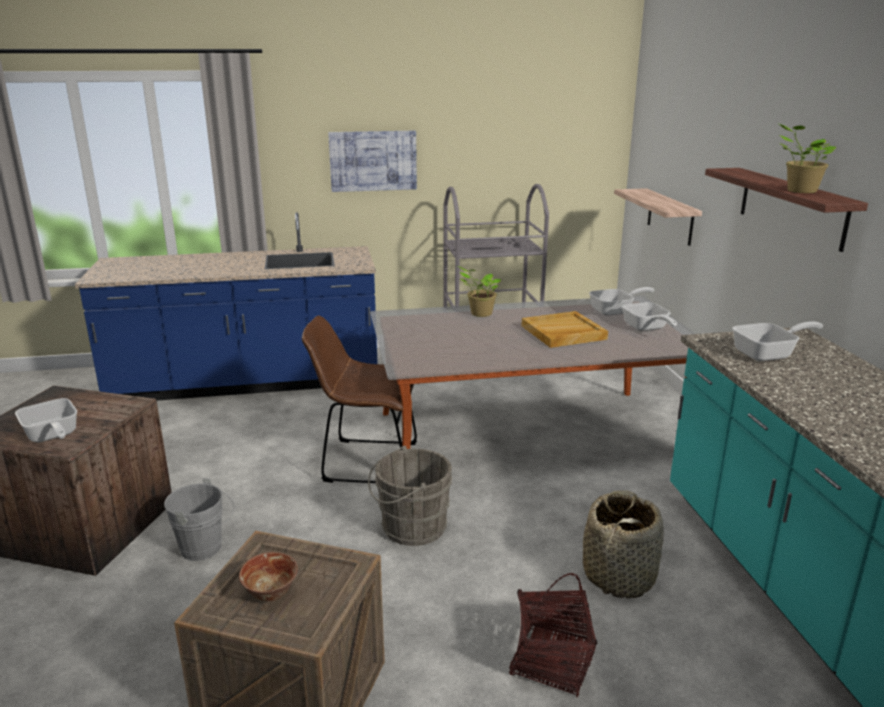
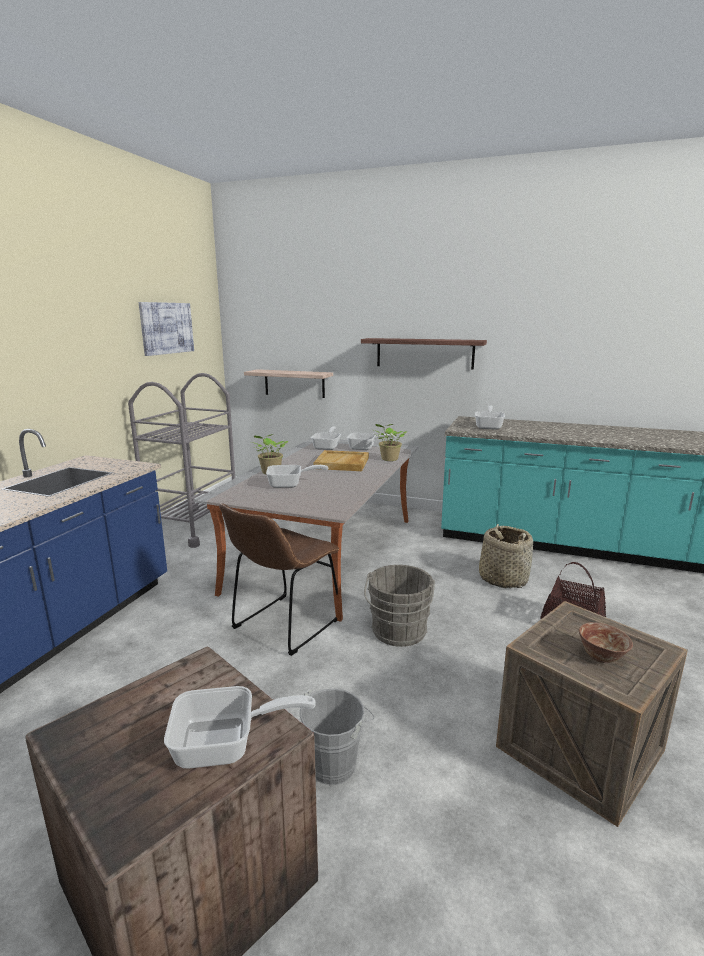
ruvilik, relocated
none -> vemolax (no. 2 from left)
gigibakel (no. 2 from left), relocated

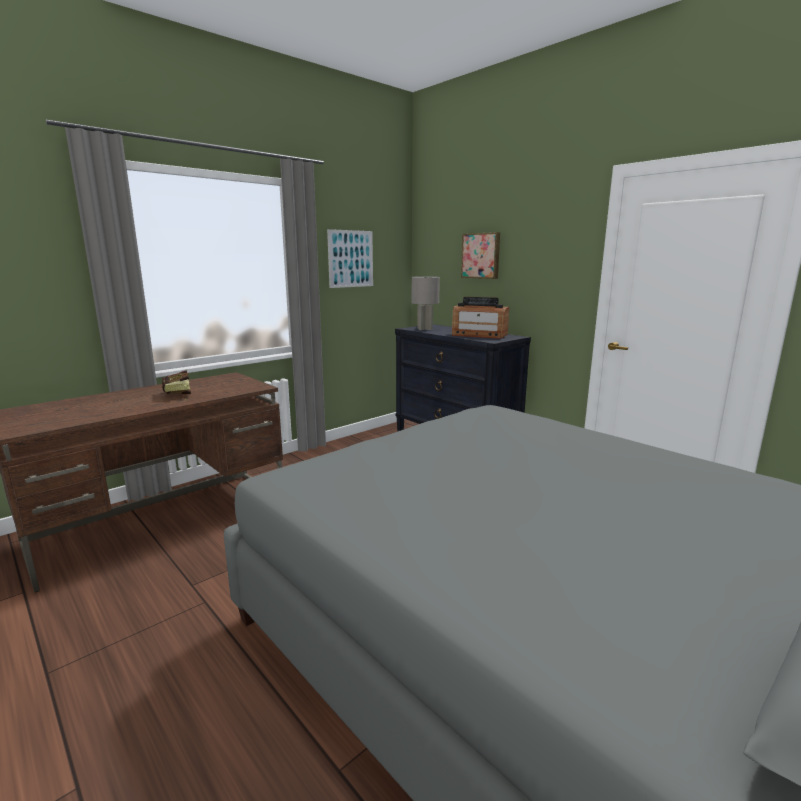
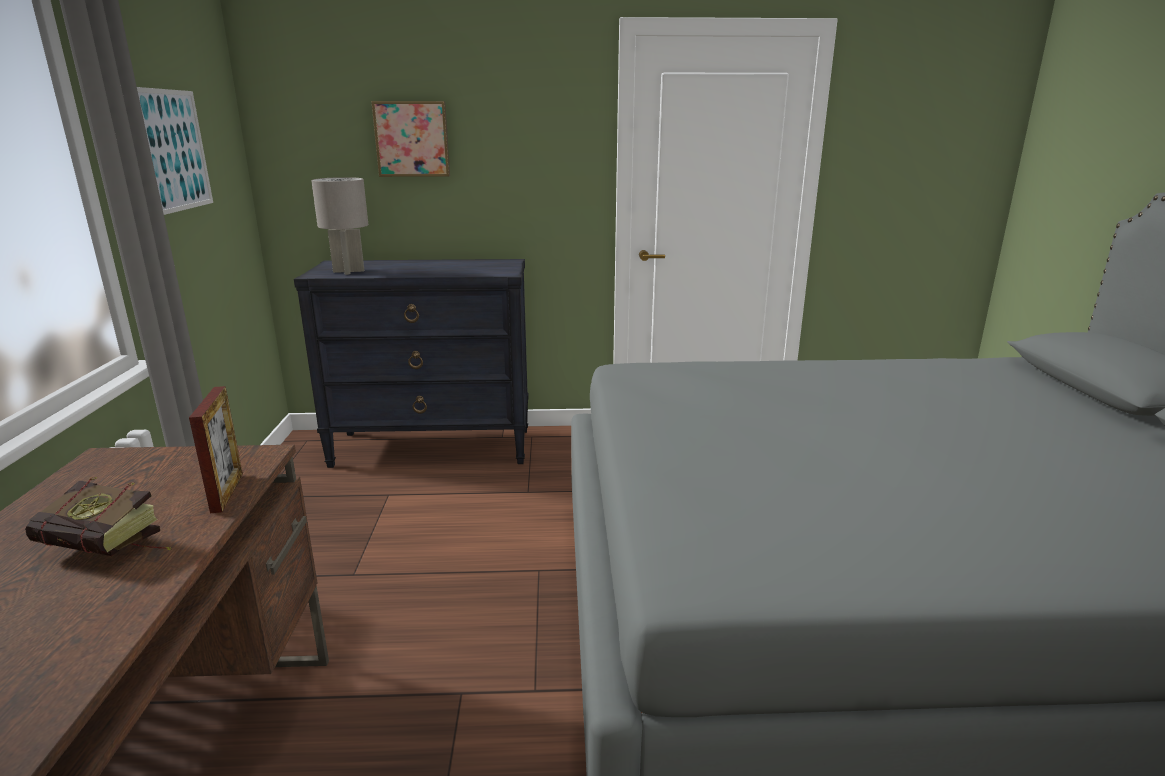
none -> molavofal
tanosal -> none

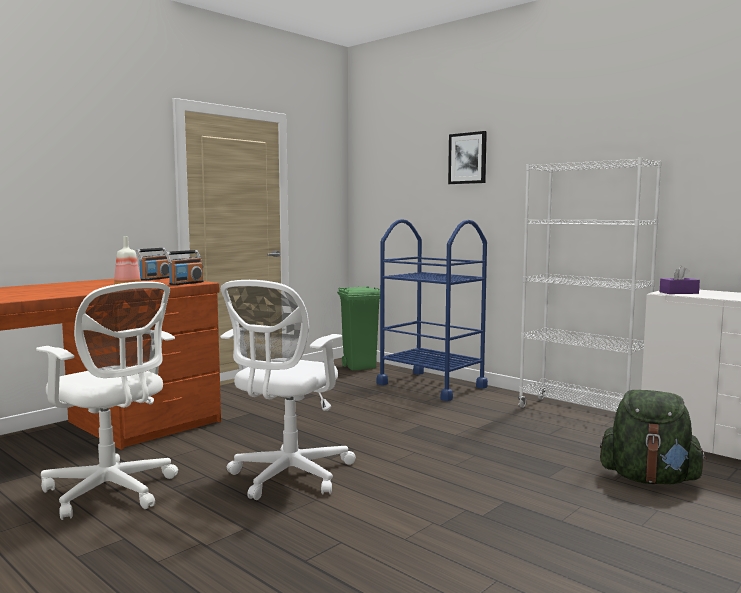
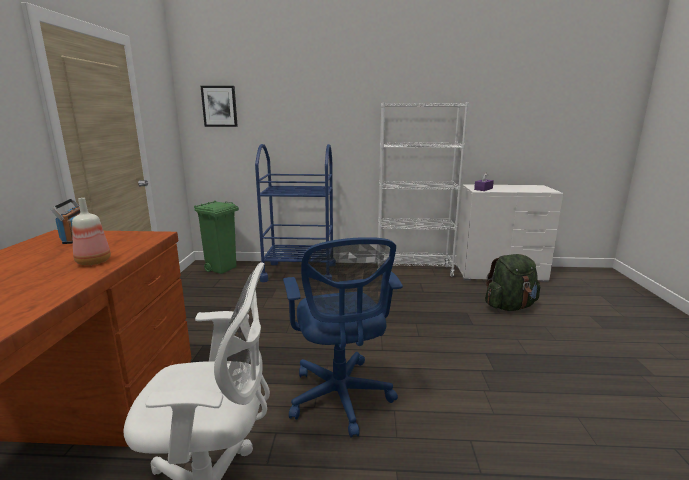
ruvilik, relocated
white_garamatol (no. 2 from left) -> blue_garamatol
tanosal (no. 2 from left) -> none

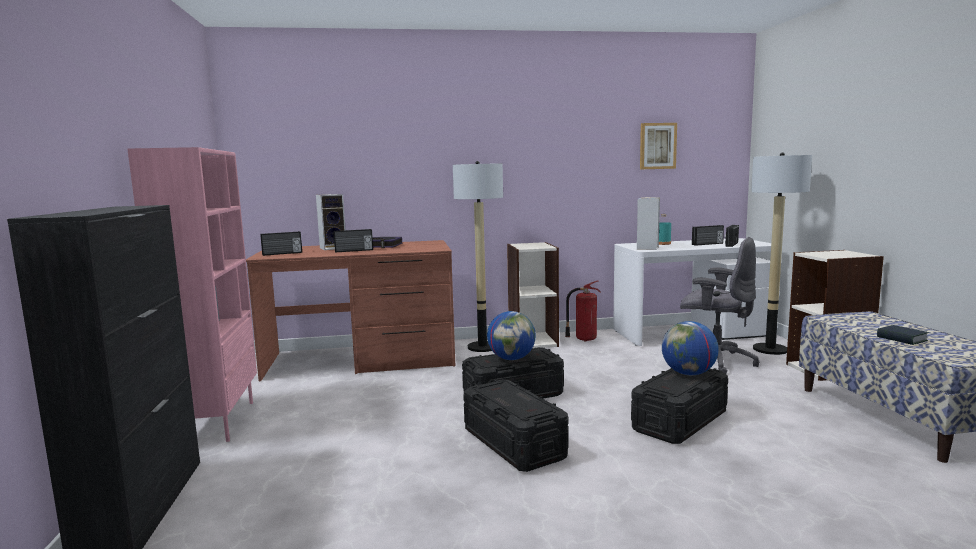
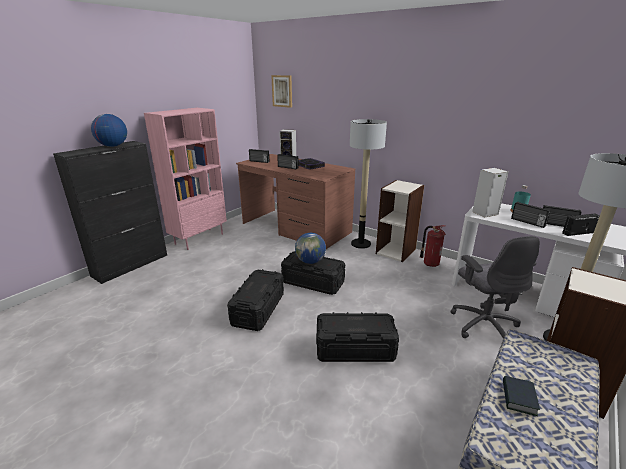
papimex (no. 2 from left in the first image) -> papimex (no. 1 from left), relocated
ruvilik, relocated
none -> tanosal (no. 3 from left)

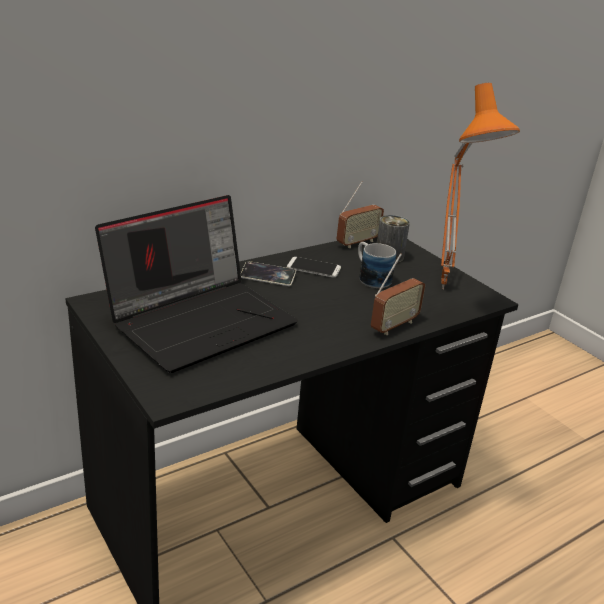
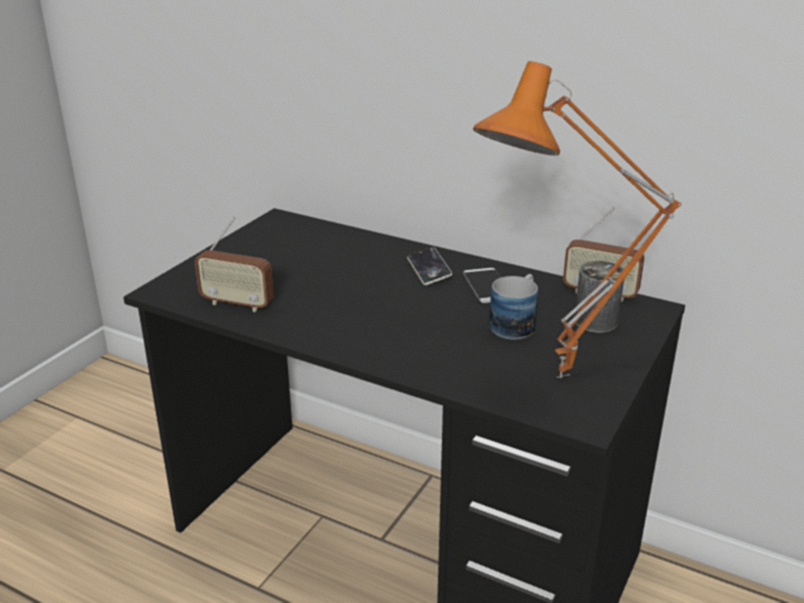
tanosal (no. 2 from left in the first image) -> tanosal (no. 1 from left), relocated
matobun -> none

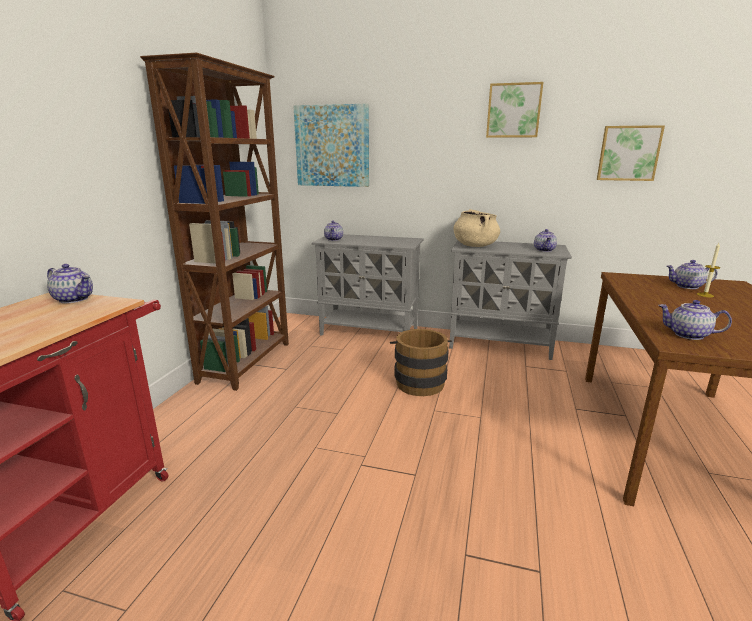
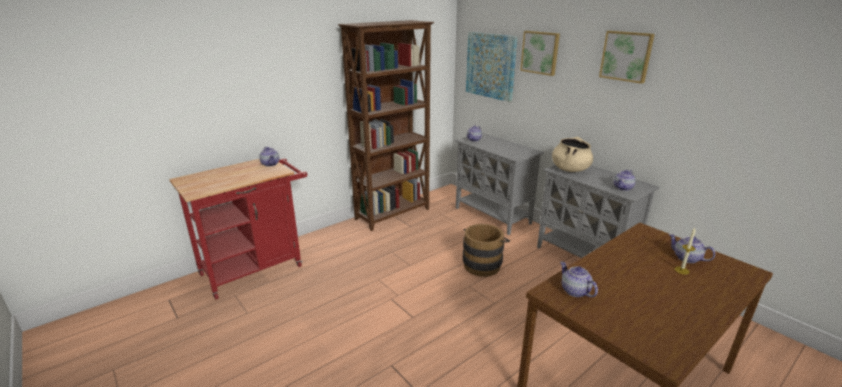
ruvilik (no. 3 from left in the first image) -> ruvilik (no. 2 from left), relocated

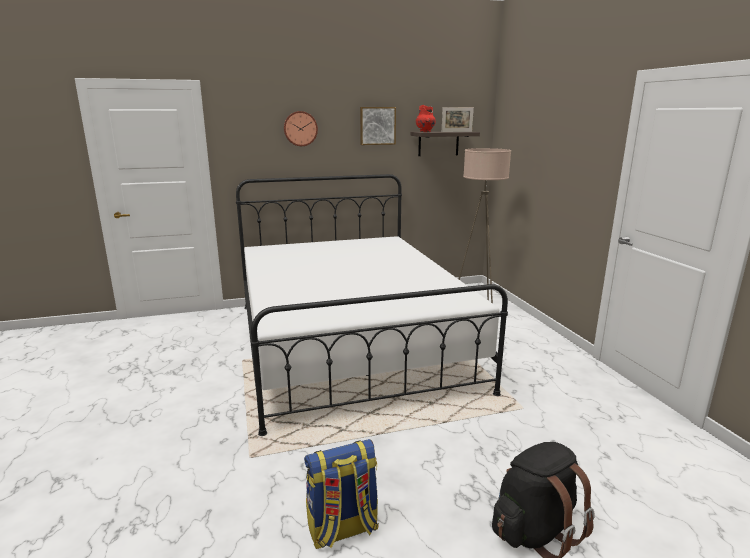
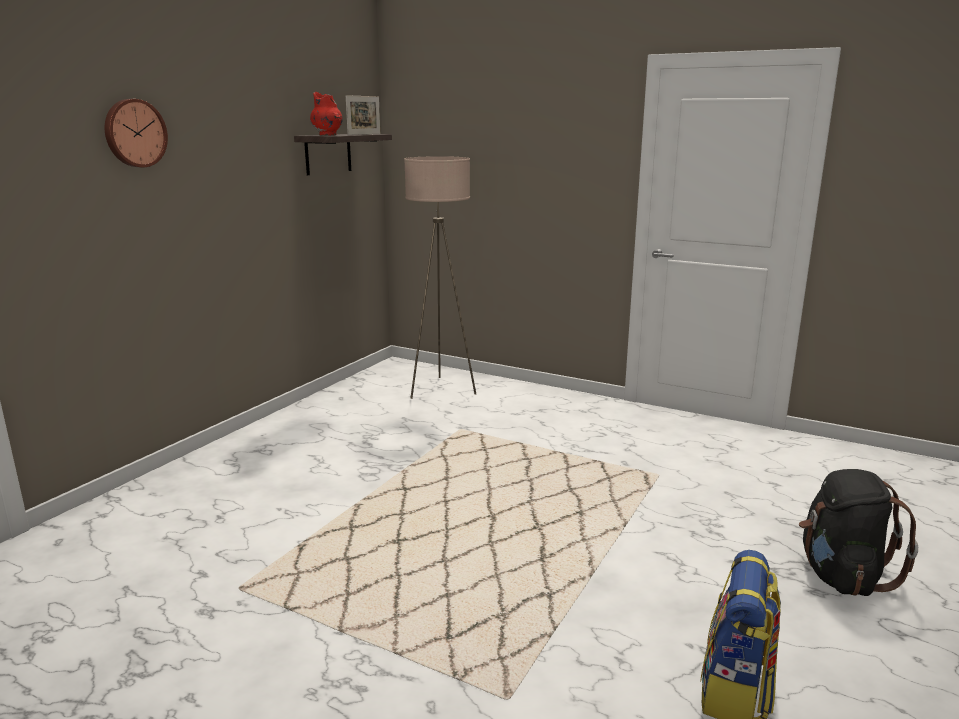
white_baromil -> none
ruvilik -> none

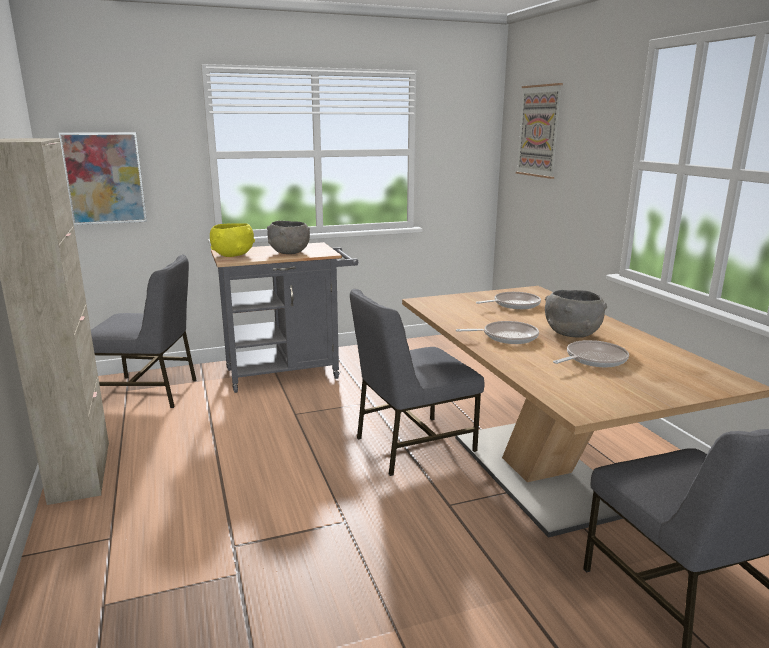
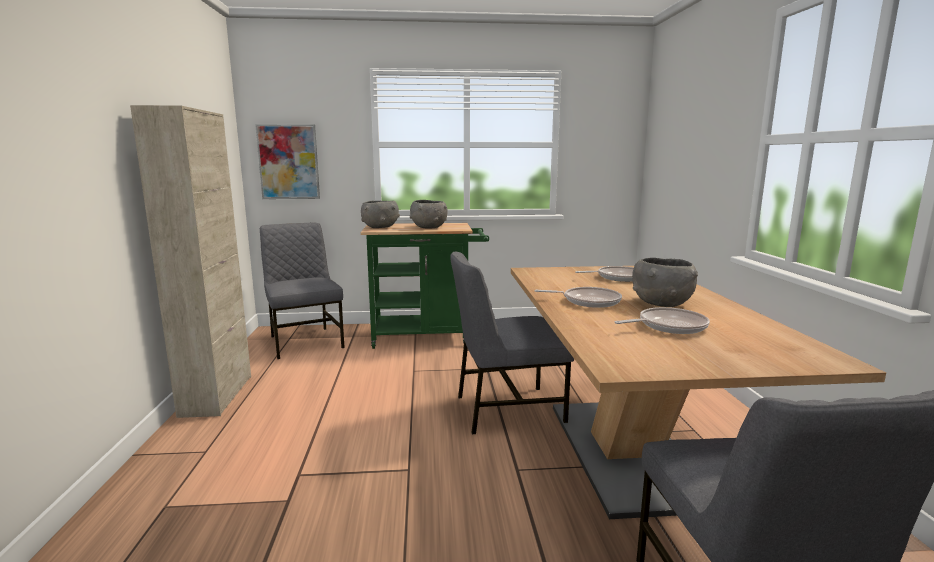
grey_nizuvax (no. 1 from left), 135 degrees counterclockwise
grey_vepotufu -> green_vepotufu
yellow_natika -> grey_natika (no. 1 from left)
ruvilik (no. 2 from left) -> none

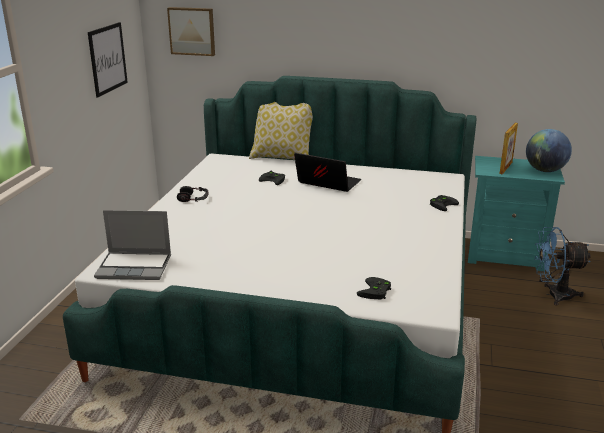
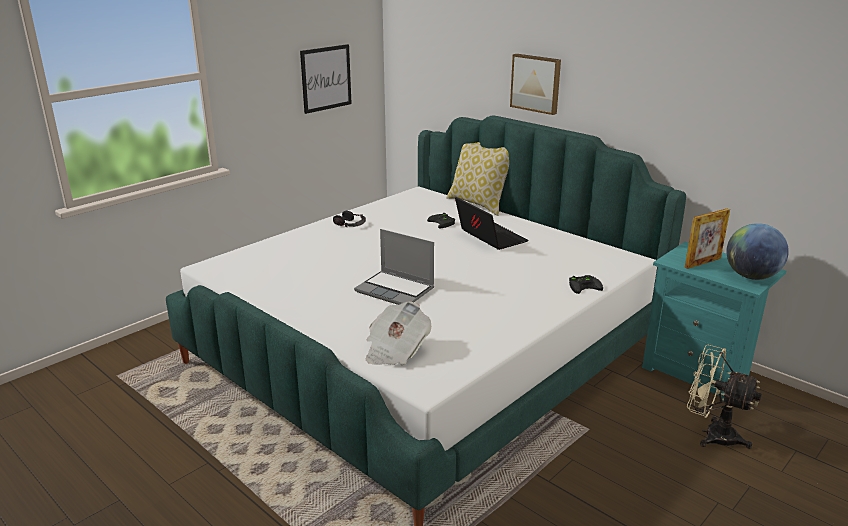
matobun (no. 1 from left), relocated
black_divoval (no. 2 from left) -> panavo
ruvilik (no. 2 from left), relocated
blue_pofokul -> beige_pofokul

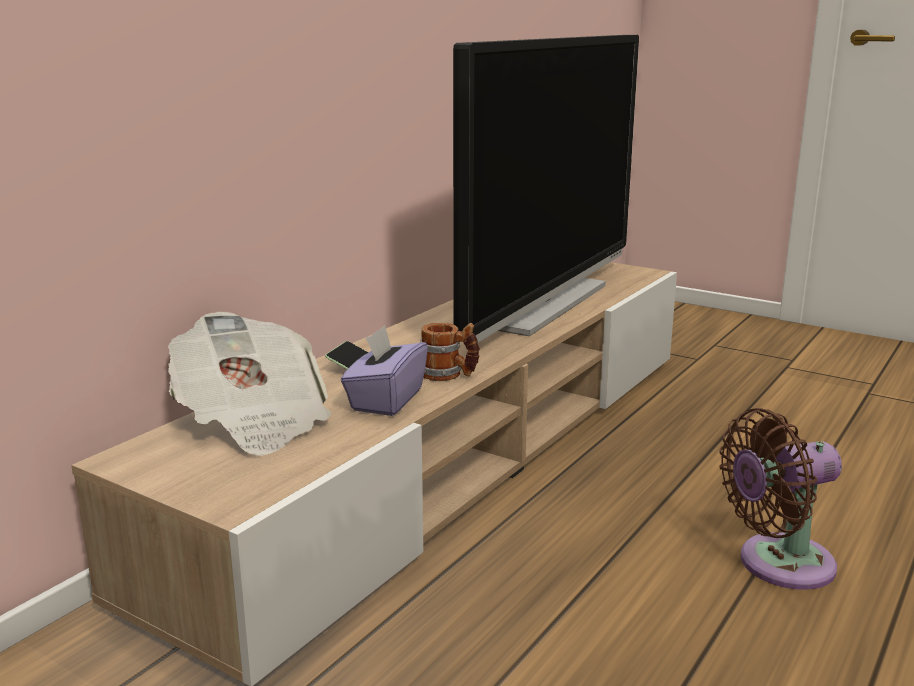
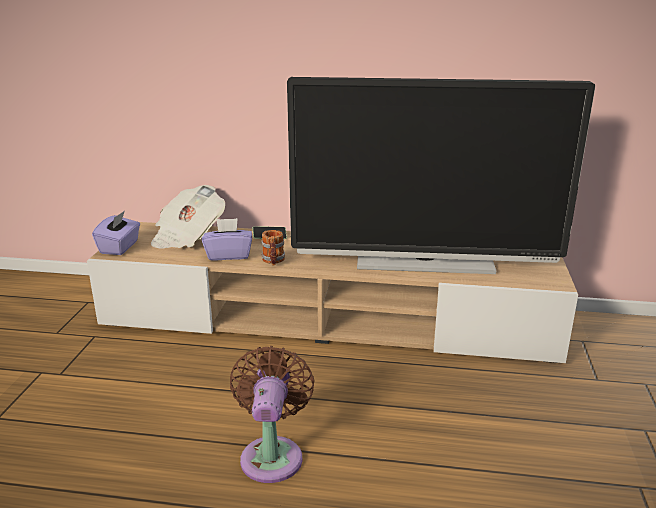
none -> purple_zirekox (no. 1 from left)
brown_pofokul, 45 degrees clockwise

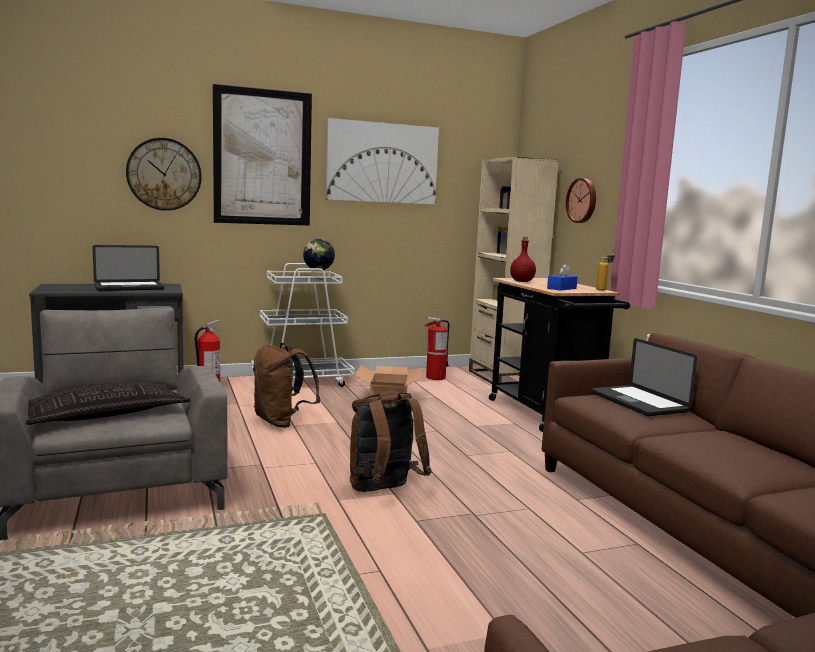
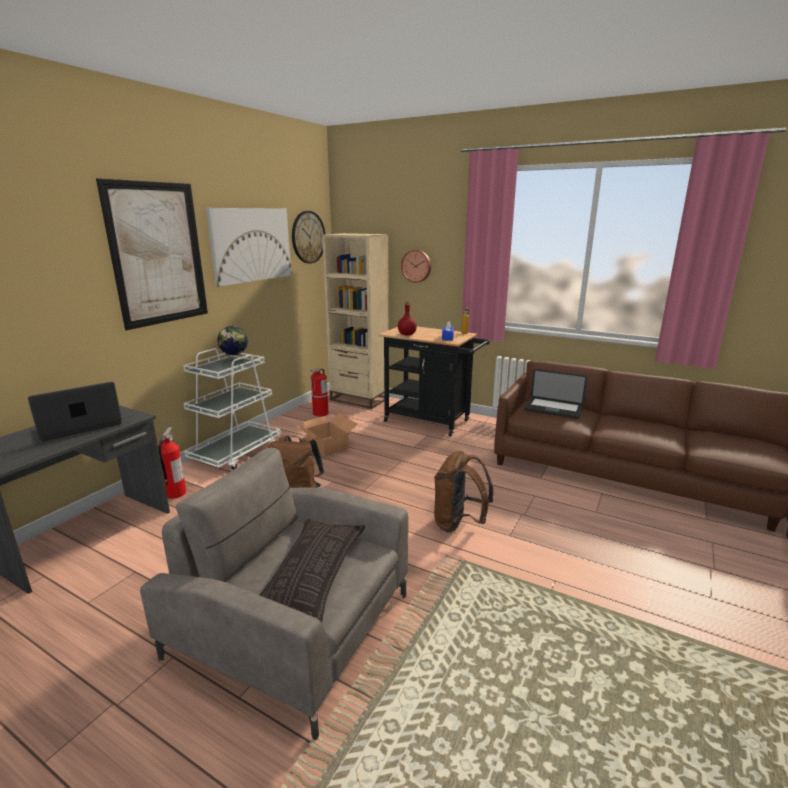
matobun (no. 1 from left), 150 degrees counterclockwise
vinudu (no. 1 from left), relocated

